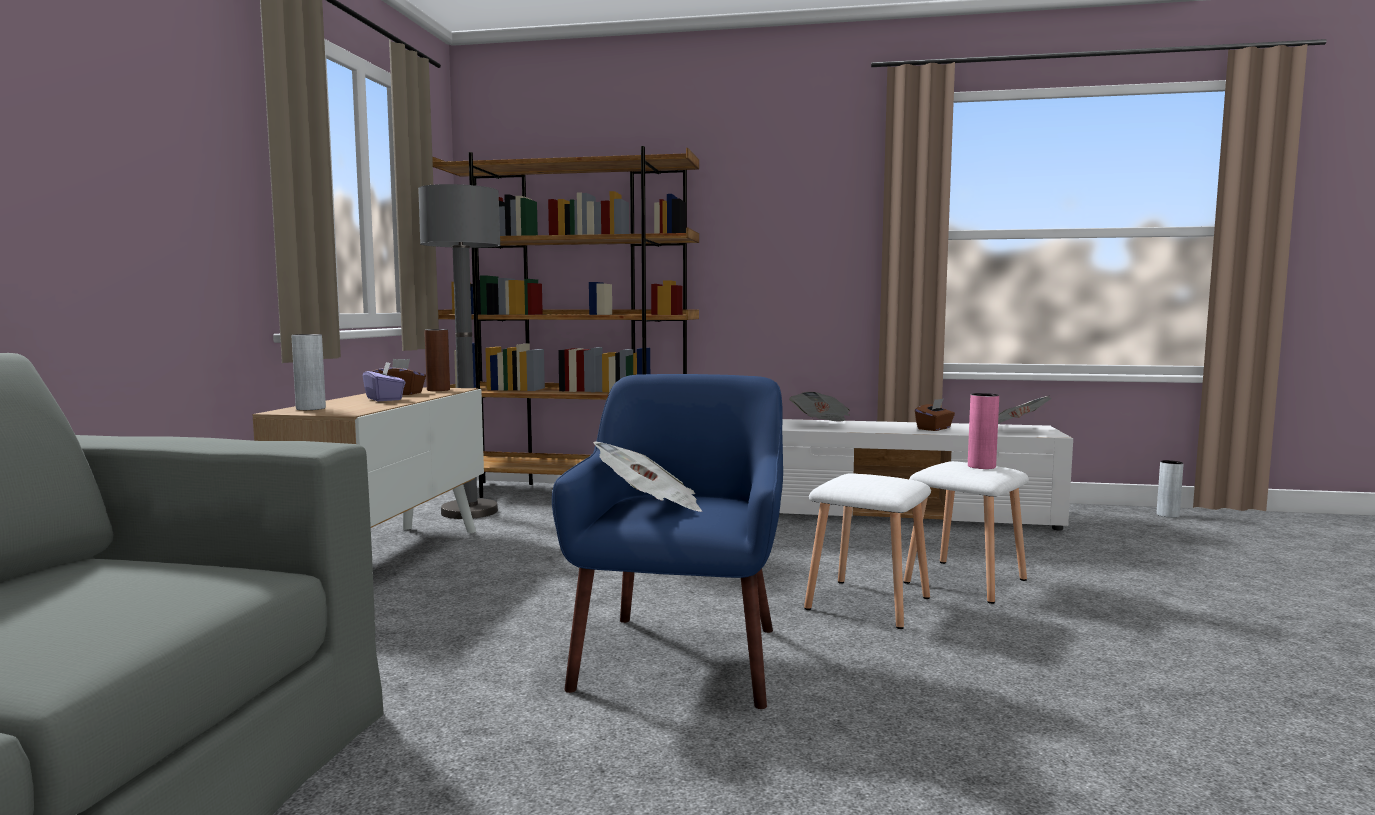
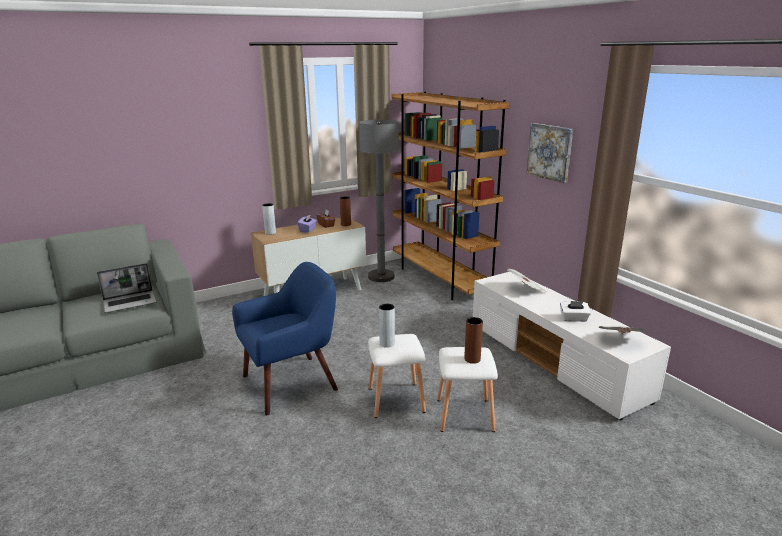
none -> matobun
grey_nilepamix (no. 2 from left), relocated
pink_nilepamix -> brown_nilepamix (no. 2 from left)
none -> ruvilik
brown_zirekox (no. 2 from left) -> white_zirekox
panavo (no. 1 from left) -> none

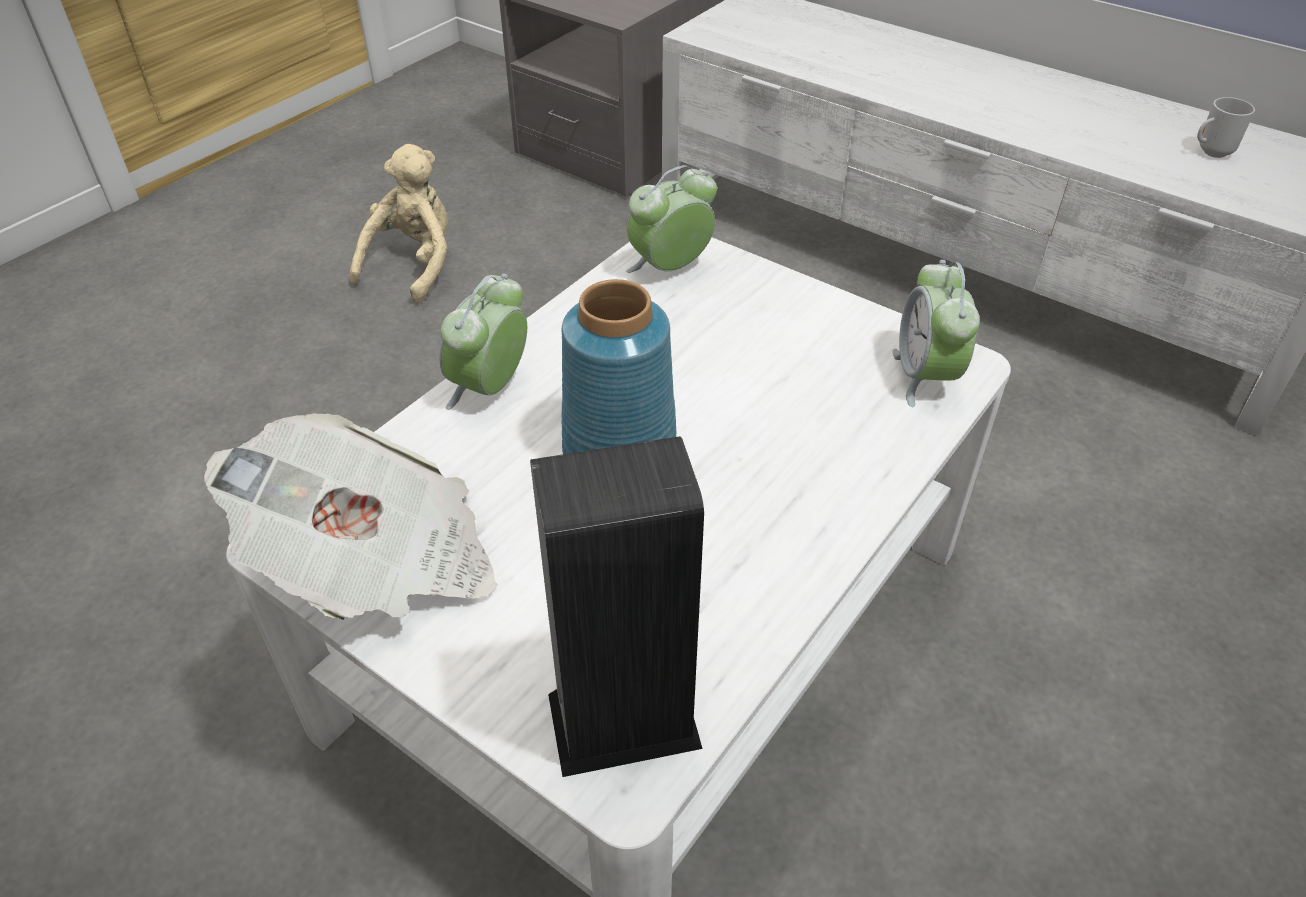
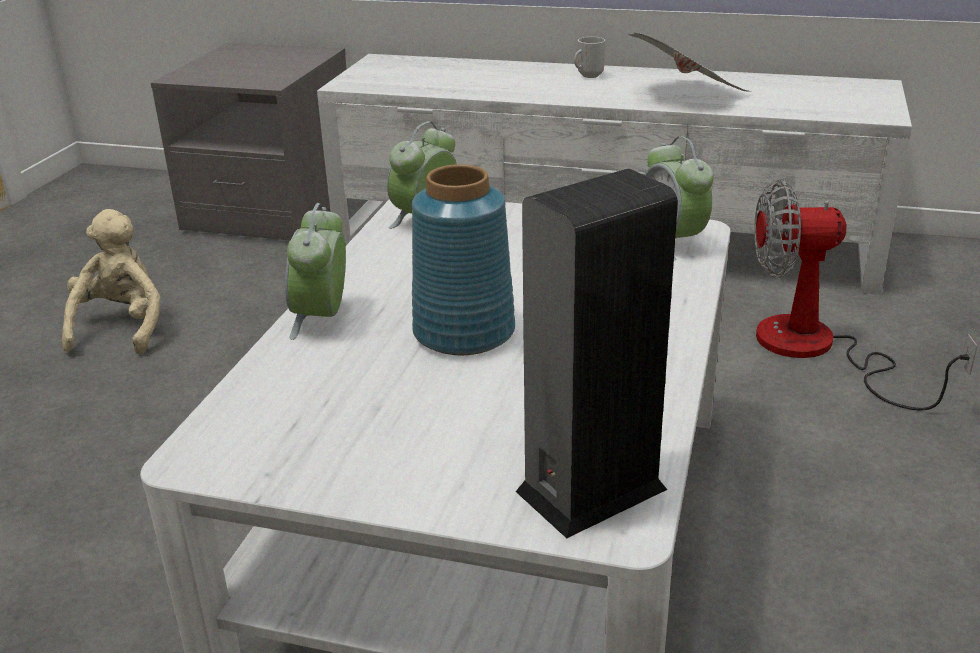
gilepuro, relocated
panavo, relocated
none -> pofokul

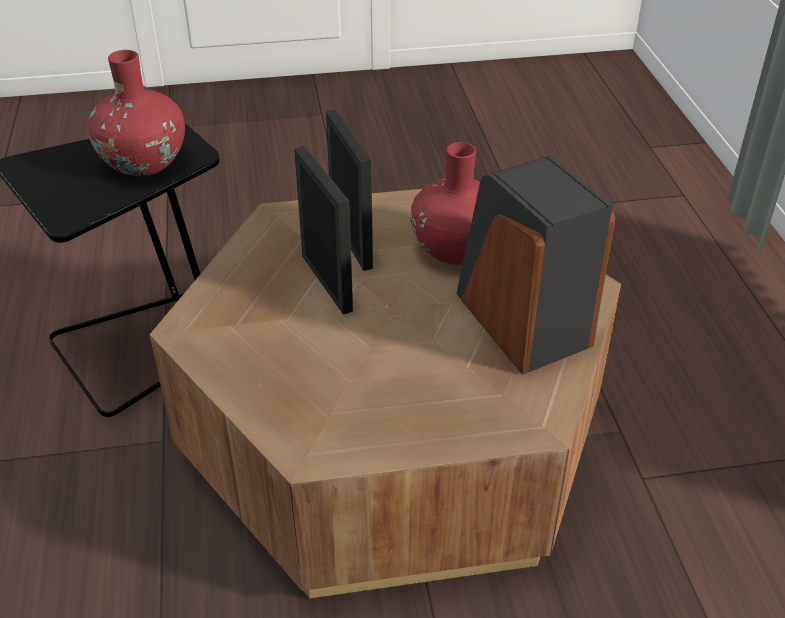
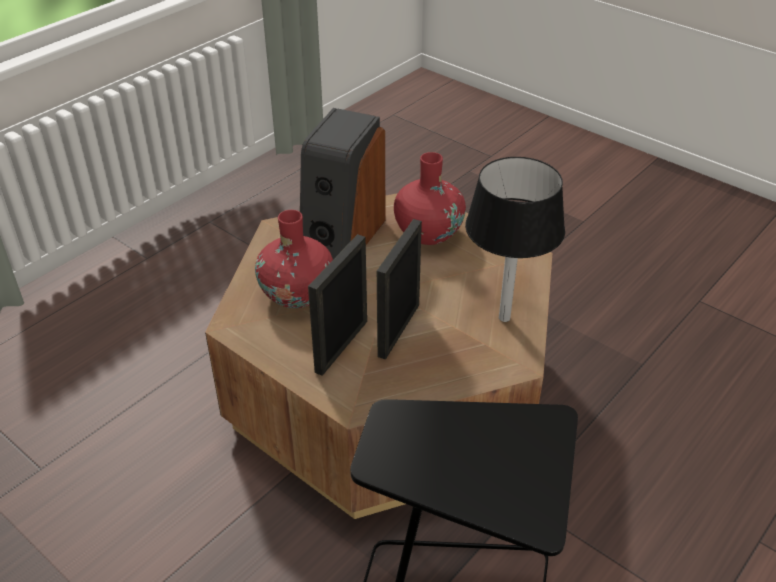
red_nilepamix (no. 1 from left in the first image) -> red_nilepamix (no. 2 from left), relocated
none -> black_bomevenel

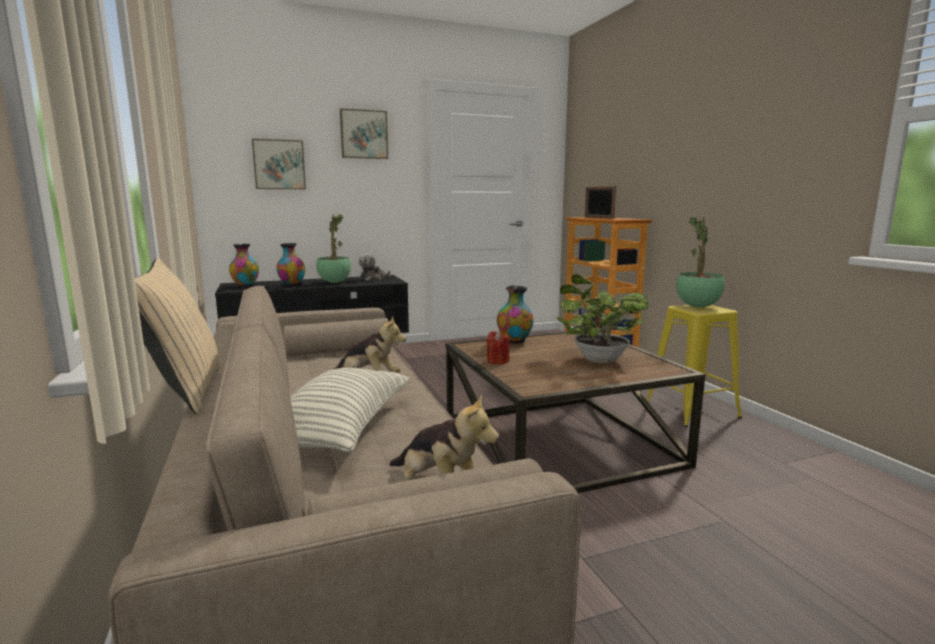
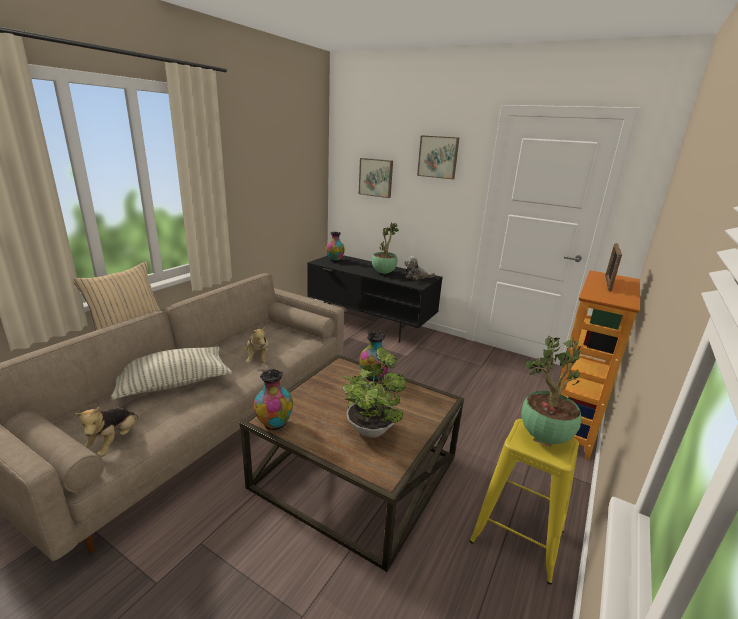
nilepamix (no. 2 from left in the first image) -> nilepamix (no. 1 from left), relocated
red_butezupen -> none

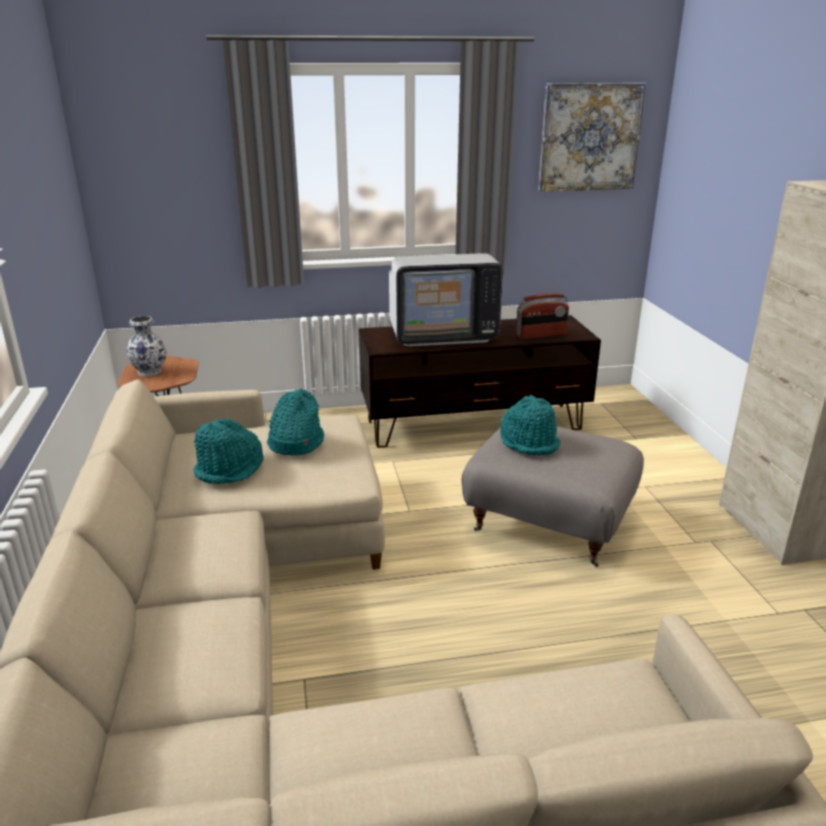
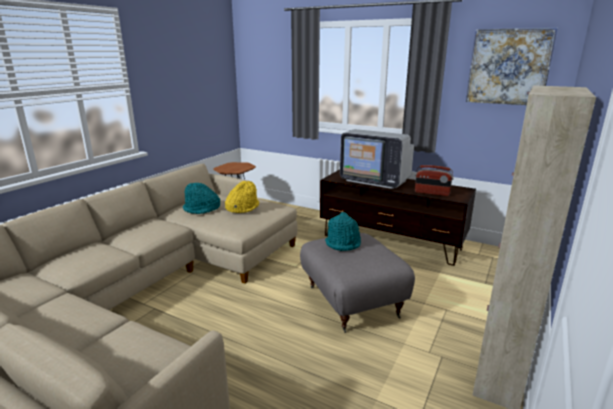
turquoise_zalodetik (no. 2 from left) -> yellow_zalodetik
nilepamix -> none

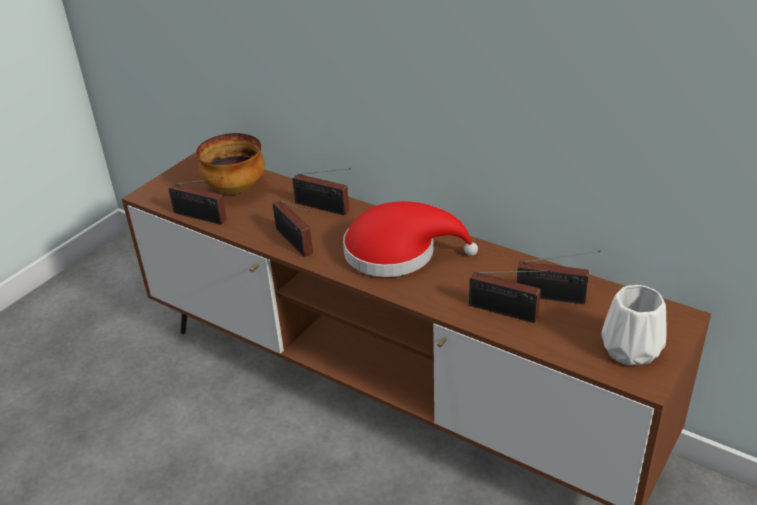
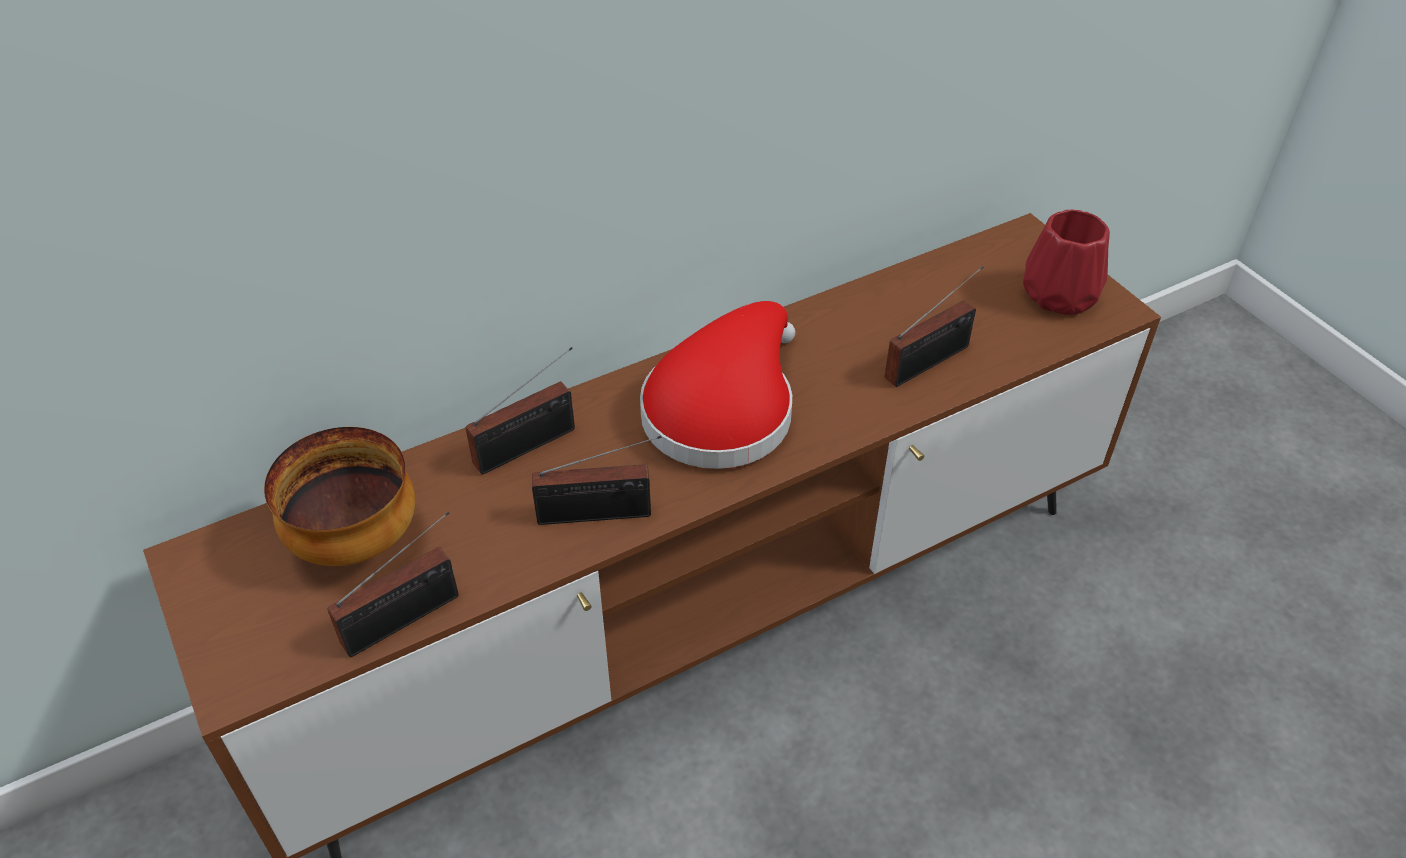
white_nilepamix -> red_nilepamix
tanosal (no. 5 from left) -> none

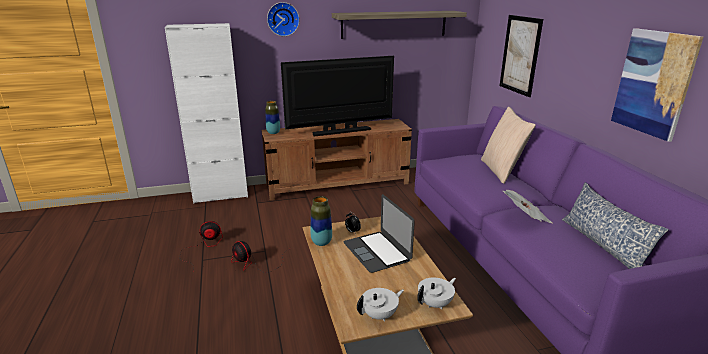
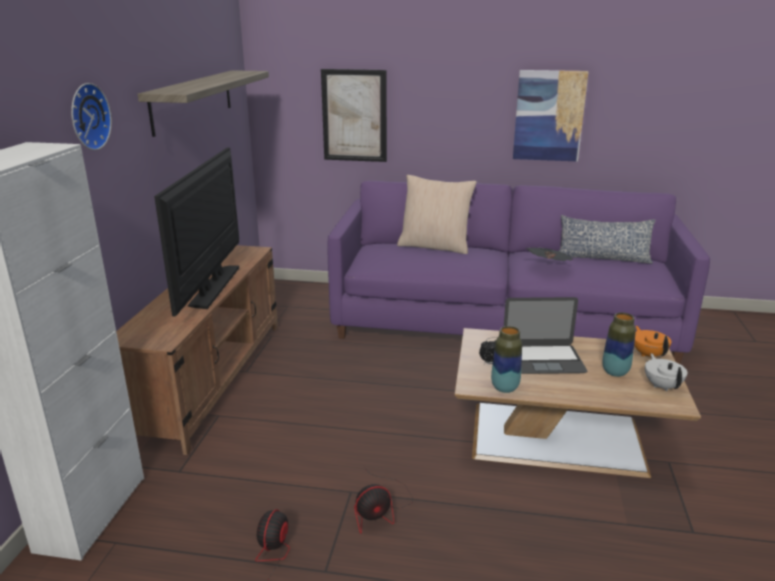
nilepamix (no. 1 from left in the first image) -> nilepamix (no. 2 from left), relocated
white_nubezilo (no. 2 from left) -> orange_nubezilo

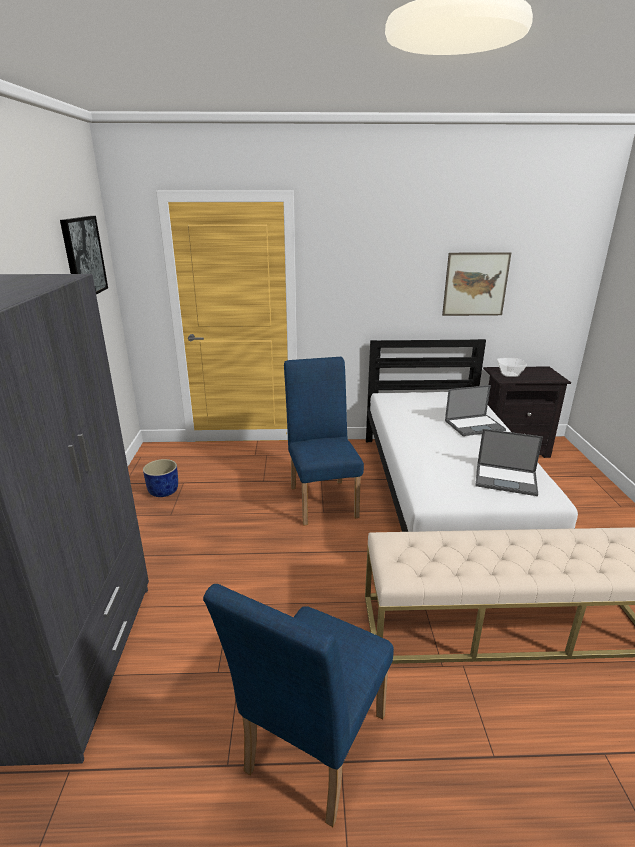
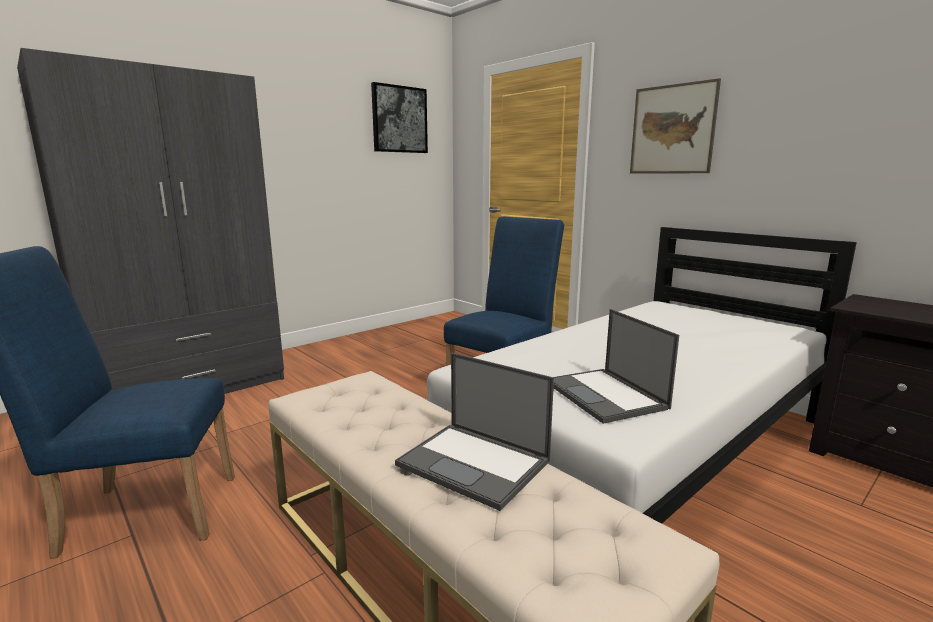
matobun (no. 1 from left), relocated
ruvilik (no. 2 from left), relocated
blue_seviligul -> none
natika -> none

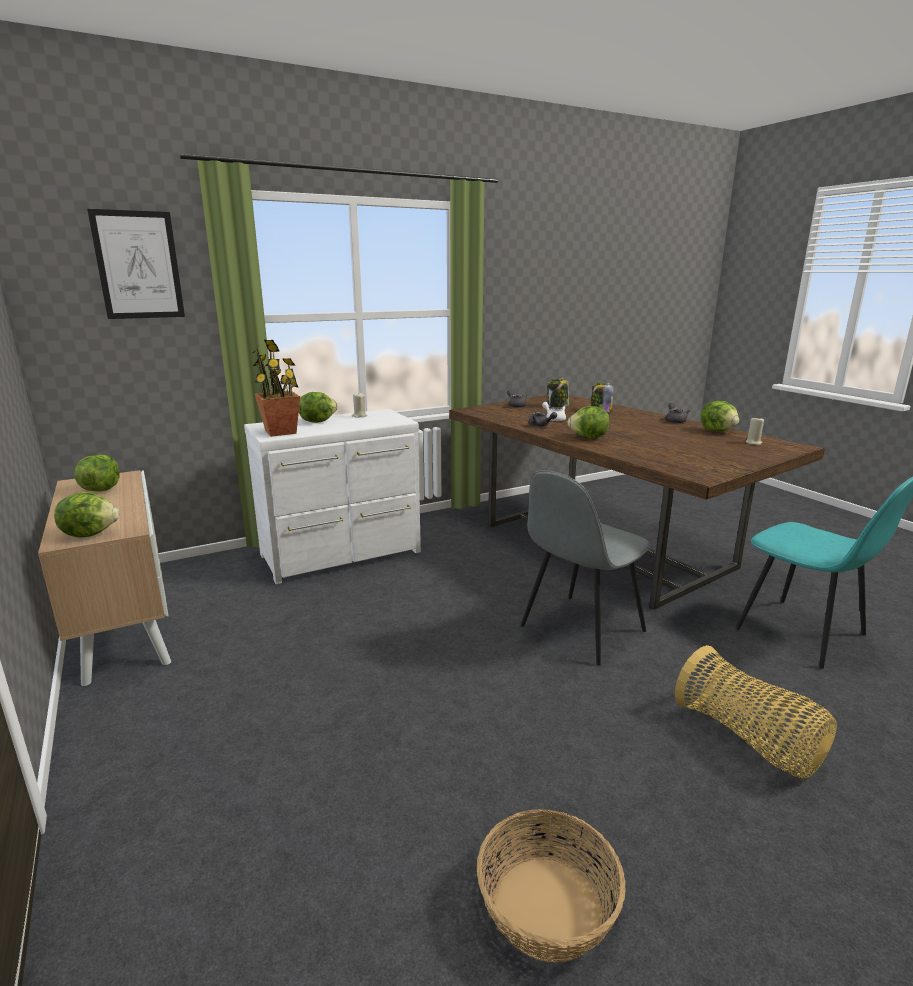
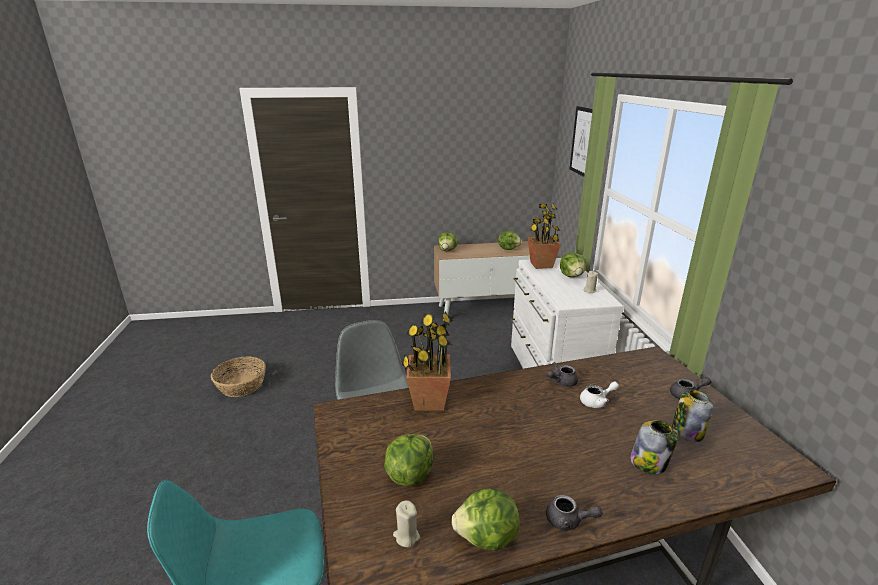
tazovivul (no. 4 from left in the first image) -> tazovivul (no. 1 from left), relocated
none -> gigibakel (no. 1 from left)
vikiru (no. 2 from left) -> none

